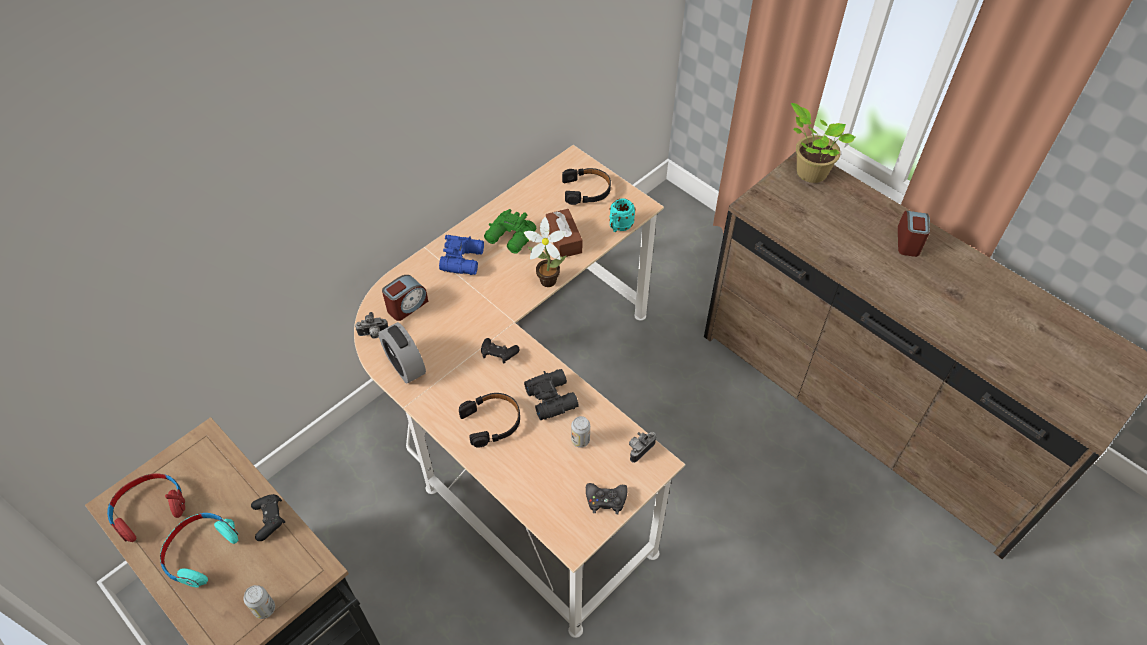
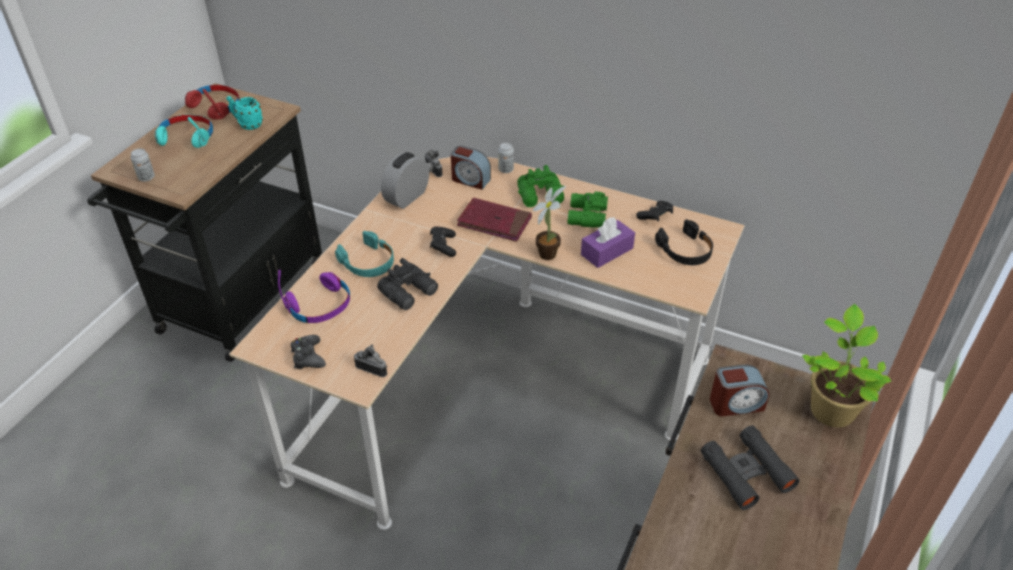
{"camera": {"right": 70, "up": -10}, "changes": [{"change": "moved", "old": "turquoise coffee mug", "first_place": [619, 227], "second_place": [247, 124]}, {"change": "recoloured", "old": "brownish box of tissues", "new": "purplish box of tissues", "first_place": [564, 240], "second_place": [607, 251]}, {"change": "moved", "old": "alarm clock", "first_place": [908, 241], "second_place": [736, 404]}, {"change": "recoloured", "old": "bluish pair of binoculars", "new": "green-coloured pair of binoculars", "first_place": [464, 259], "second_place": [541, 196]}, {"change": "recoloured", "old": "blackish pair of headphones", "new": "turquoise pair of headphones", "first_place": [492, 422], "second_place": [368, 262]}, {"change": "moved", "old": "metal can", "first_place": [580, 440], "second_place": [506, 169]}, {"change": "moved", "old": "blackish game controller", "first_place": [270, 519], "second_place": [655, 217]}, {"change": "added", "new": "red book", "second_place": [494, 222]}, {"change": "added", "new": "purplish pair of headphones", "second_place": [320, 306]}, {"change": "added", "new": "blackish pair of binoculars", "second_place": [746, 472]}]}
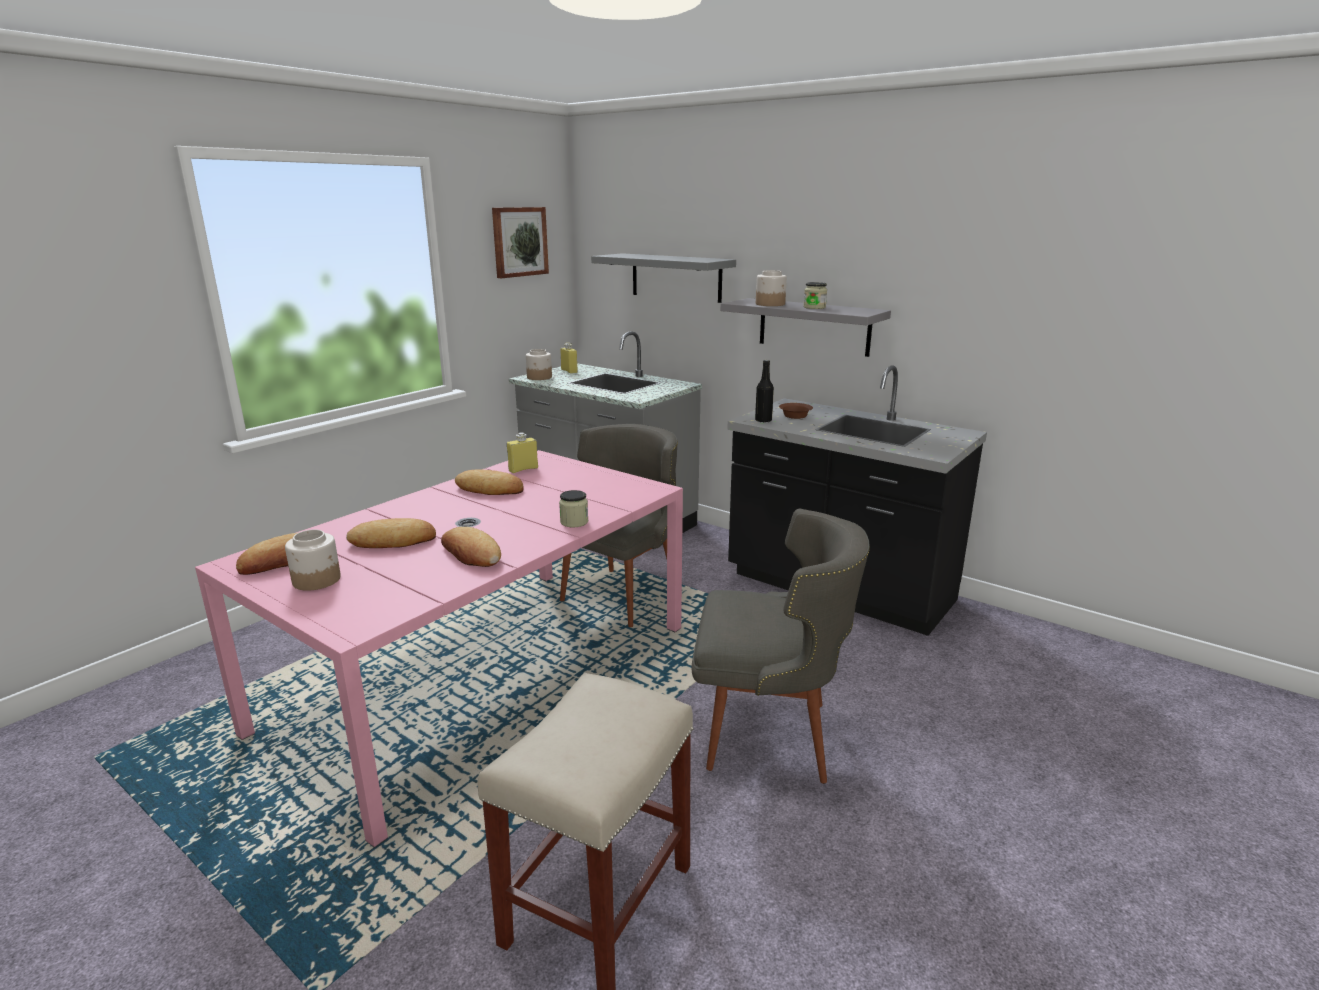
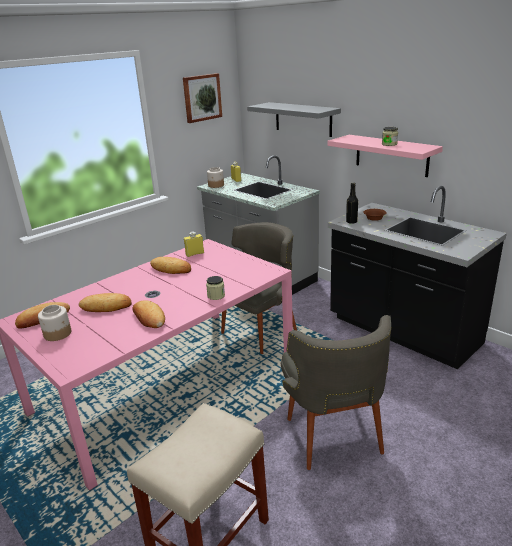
{"camera": {"right": 10, "up": 5}, "changes": [{"change": "removed", "old": "storage jar", "first_place": [770, 304]}, {"change": "recoloured", "old": "grey shelf", "new": "pink-coloured shelf", "first_place": [814, 326], "second_place": [391, 155]}, {"change": "turned", "old": "grey plain chair", "first_place": [766, 736], "second_place": [333, 435], "degrees": 60}]}
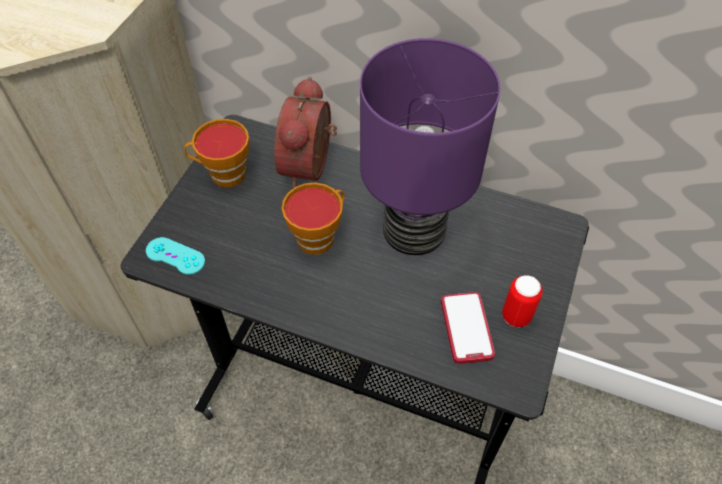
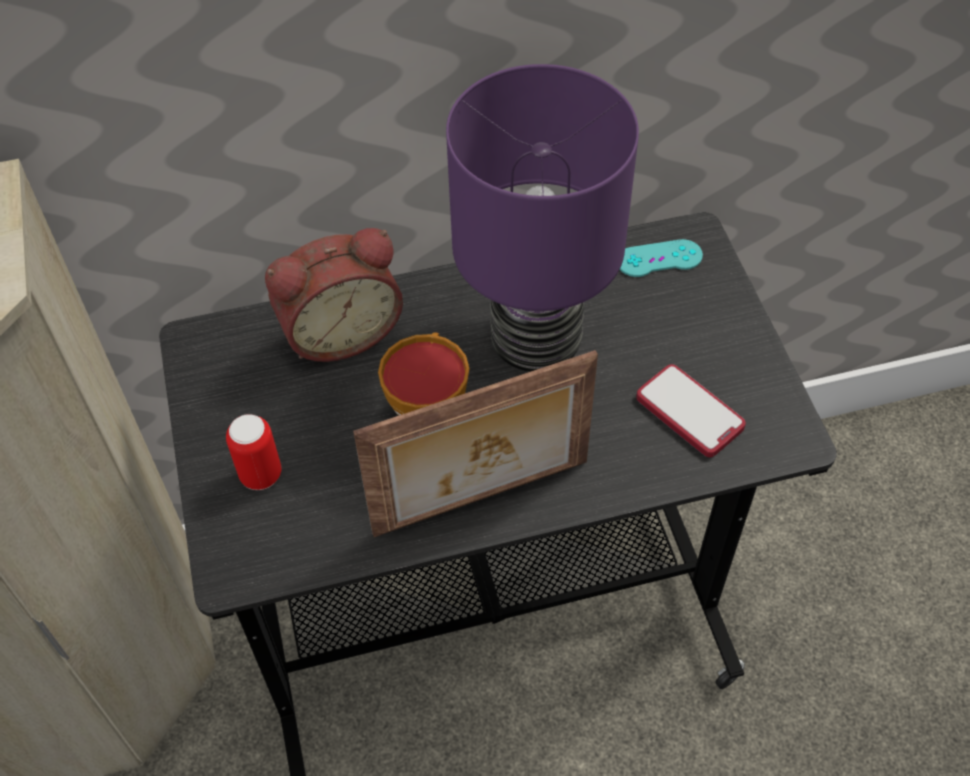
{"camera": {"right": -35, "up": 0}, "changes": [{"change": "turned", "old": "alarm clock", "first_place": [311, 166], "second_place": [339, 331], "degrees": -90}, {"change": "removed", "old": "drinking cup", "first_place": [223, 174]}, {"change": "moved", "old": "turquoise game controller", "first_place": [175, 256], "second_place": [659, 259]}, {"change": "moved", "old": "metal can", "first_place": [516, 316], "second_place": [261, 474]}, {"change": "added", "new": "photo frame", "second_place": [483, 500]}]}
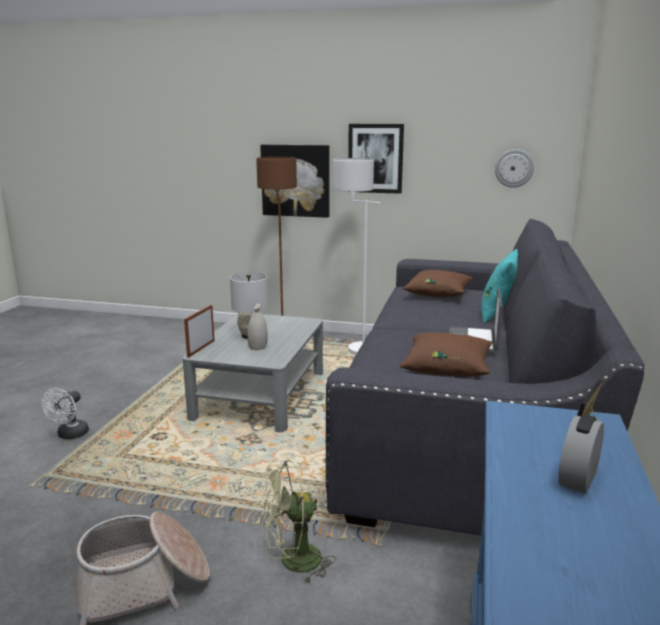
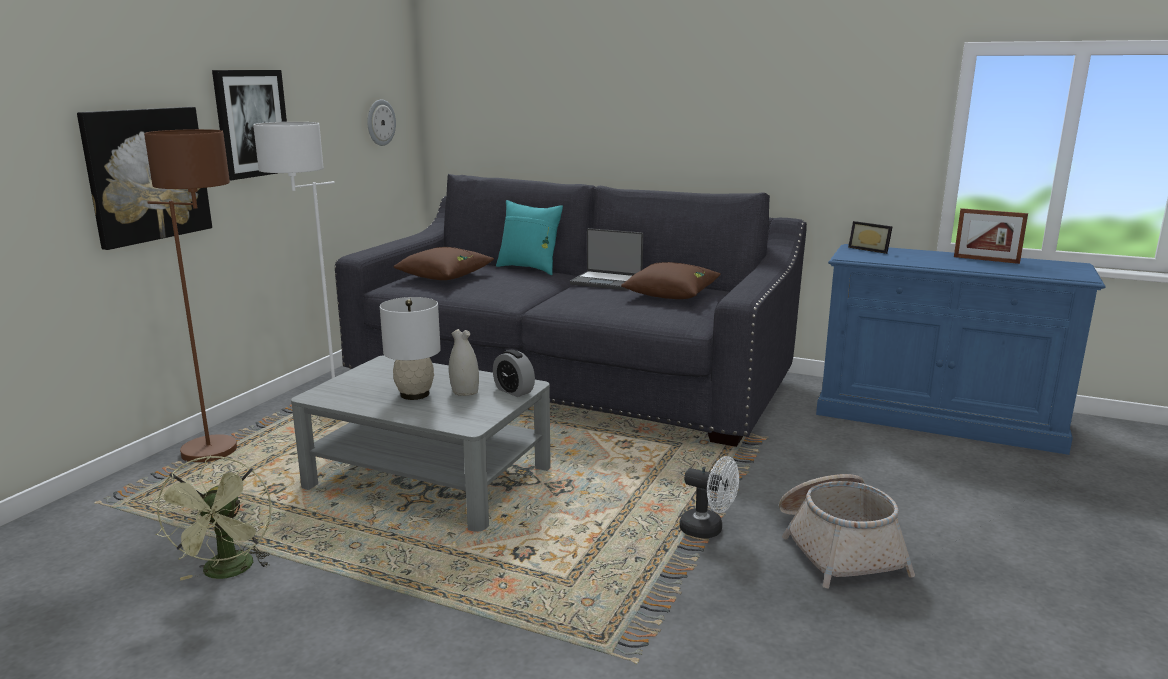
{"camera": {"right": -80, "up": 0}, "changes": [{"change": "moved", "old": "photo frame", "first_place": [201, 348], "second_place": [986, 260]}, {"change": "moved", "old": "white-coloured cooling fan", "first_place": [70, 435], "second_place": [708, 530]}, {"change": "moved", "old": "alarm clock", "first_place": [578, 478], "second_place": [514, 391]}, {"change": "moved", "old": "green-coloured cooling fan", "first_place": [292, 562], "second_place": [228, 573]}]}
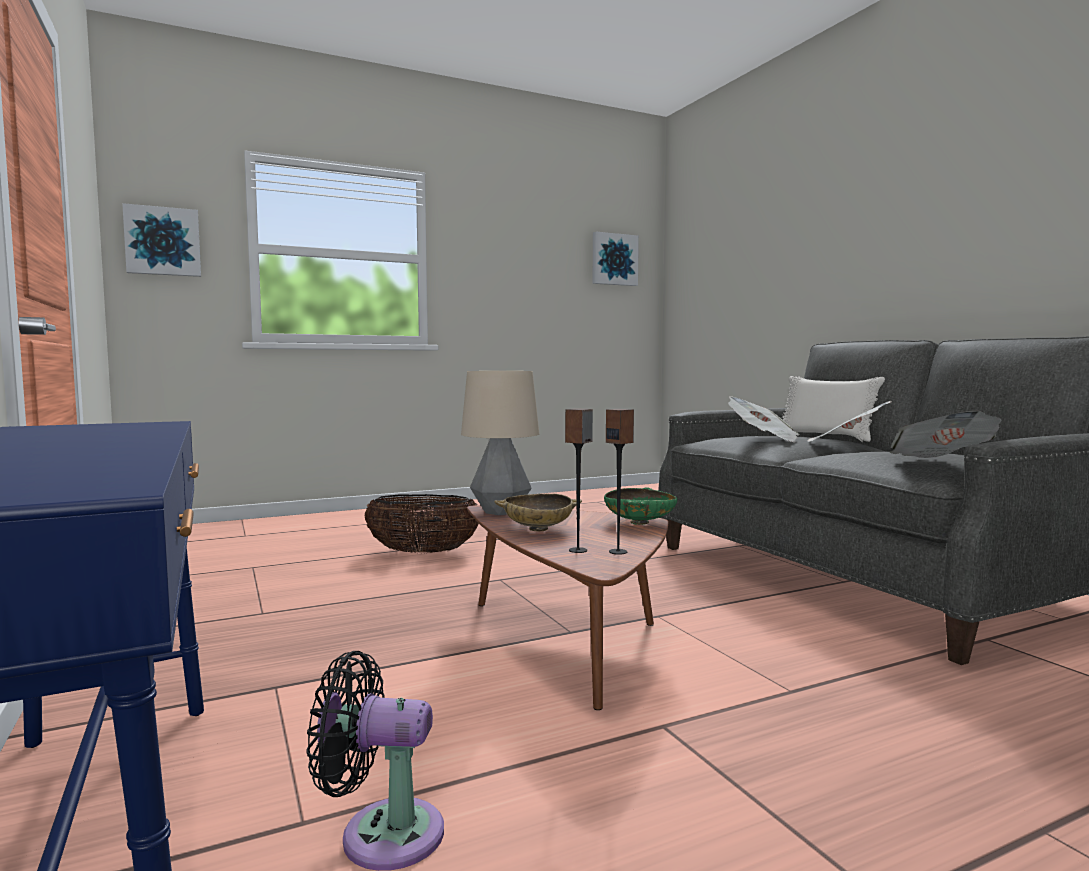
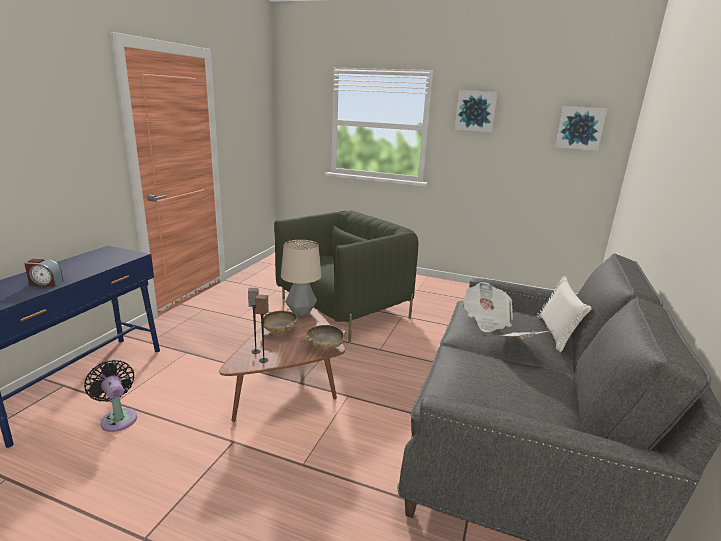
{"camera": {"right": 45, "up": 15}, "changes": [{"change": "moved", "old": "picture", "first_place": [163, 241], "second_place": [476, 111]}, {"change": "removed", "old": "printed paper", "first_place": [941, 464]}, {"change": "recoloured", "old": "green-coloured bowl", "new": "beige-coloured bowl", "first_place": [640, 523], "second_place": [325, 347]}, {"change": "replaced", "old": "basket", "new": "green-coloured armchair", "first_place": [423, 552], "second_place": [343, 308]}, {"change": "added", "new": "alarm clock", "second_place": [45, 283]}]}
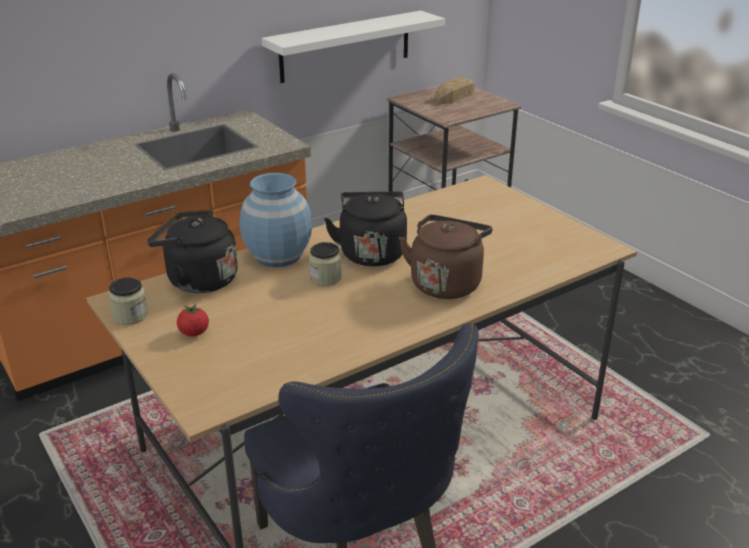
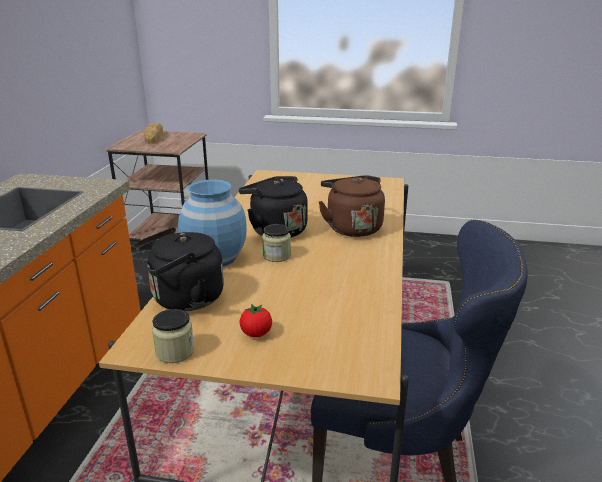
{"camera": {"right": -45, "up": -5}, "changes": [{"change": "removed", "old": "white-coloured shelf", "first_place": [345, 46]}]}
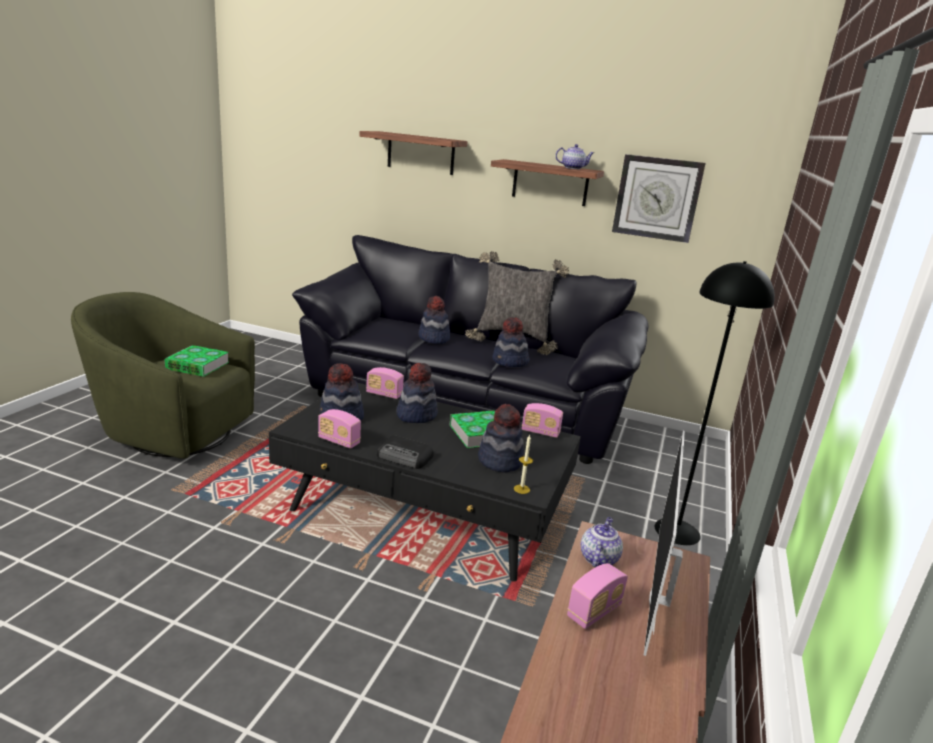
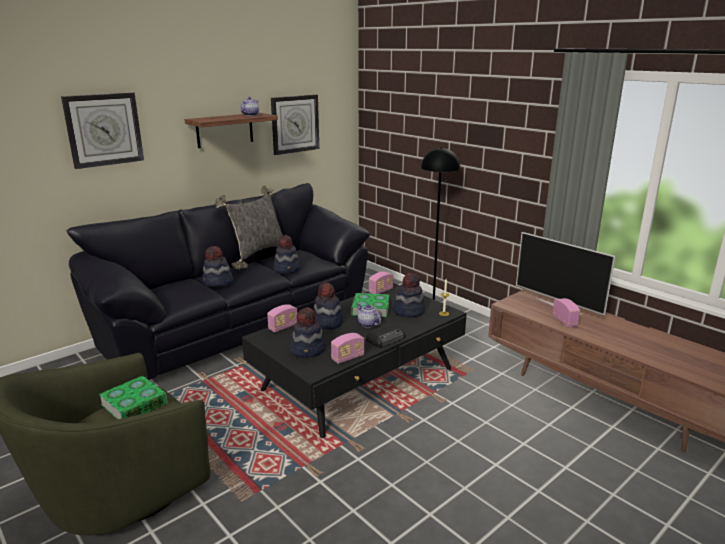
{"camera": {"right": -60, "up": 0}, "changes": [{"change": "replaced", "old": "shelf", "new": "wall clock", "first_place": [421, 153], "second_place": [104, 130]}, {"change": "moved", "old": "pot for tea", "first_place": [598, 558], "second_place": [368, 324]}]}
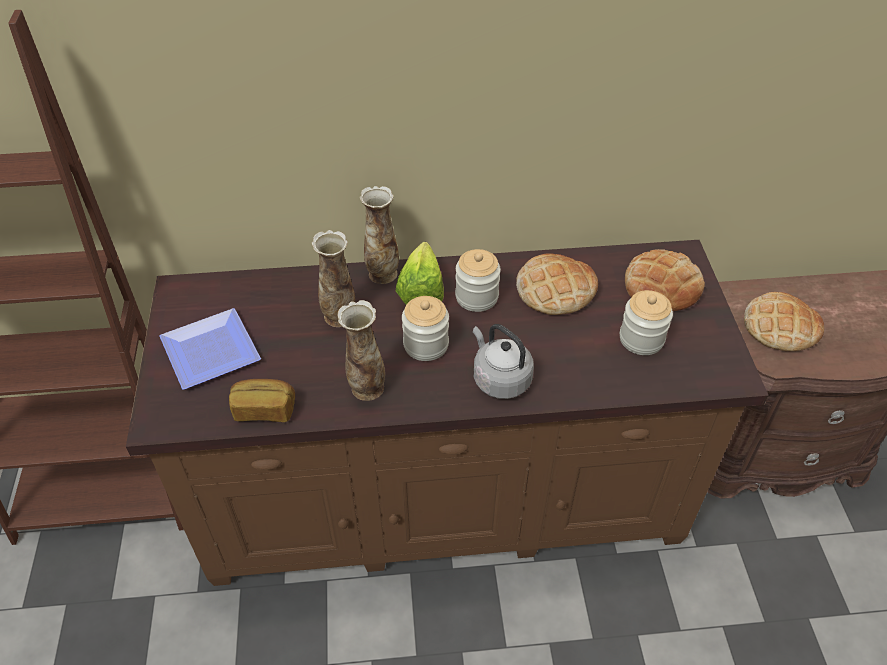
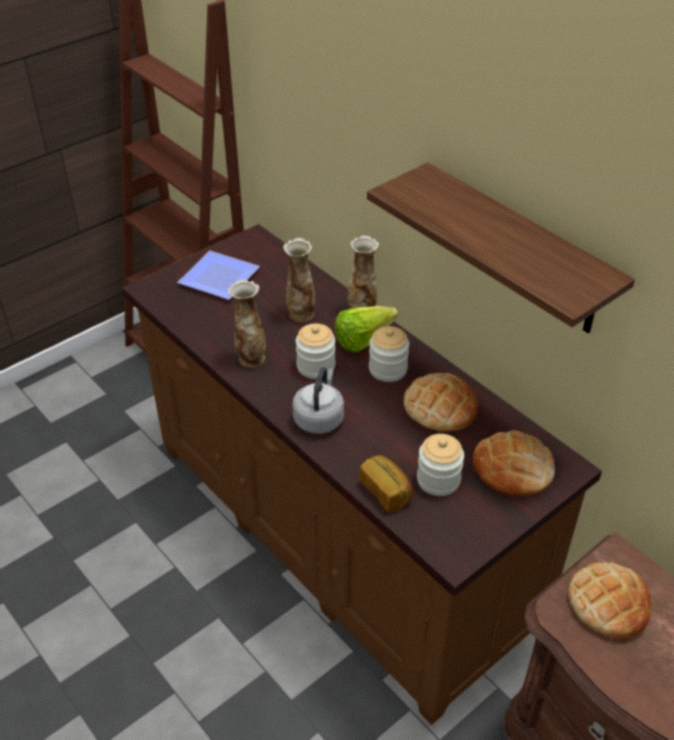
{"camera": {"right": 55, "up": -5}, "changes": [{"change": "moved", "old": "bakery bread", "first_place": [264, 409], "second_place": [387, 491]}, {"change": "added", "new": "shelf", "second_place": [517, 250]}]}
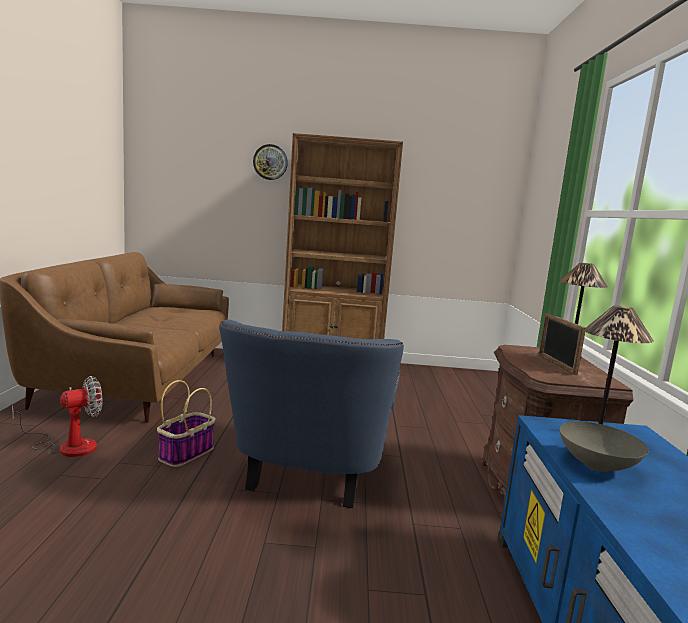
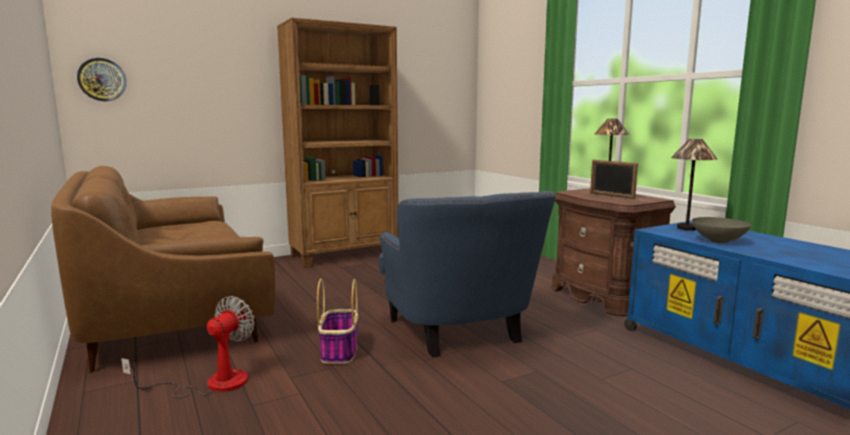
{"camera": {"right": -30, "up": 0}, "changes": [{"change": "moved", "old": "wall clock", "first_place": [270, 162], "second_place": [102, 79]}]}
